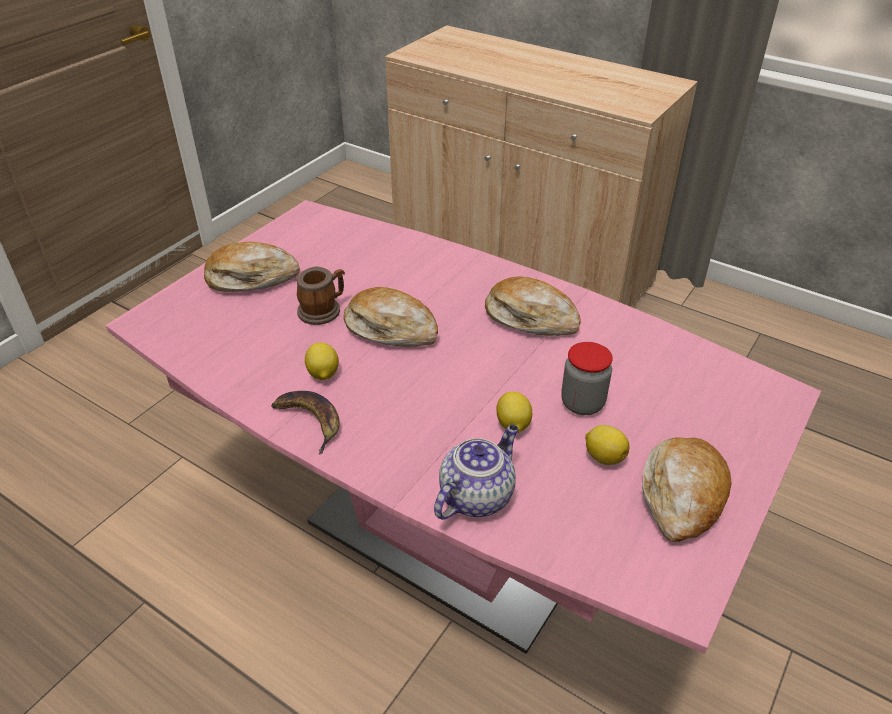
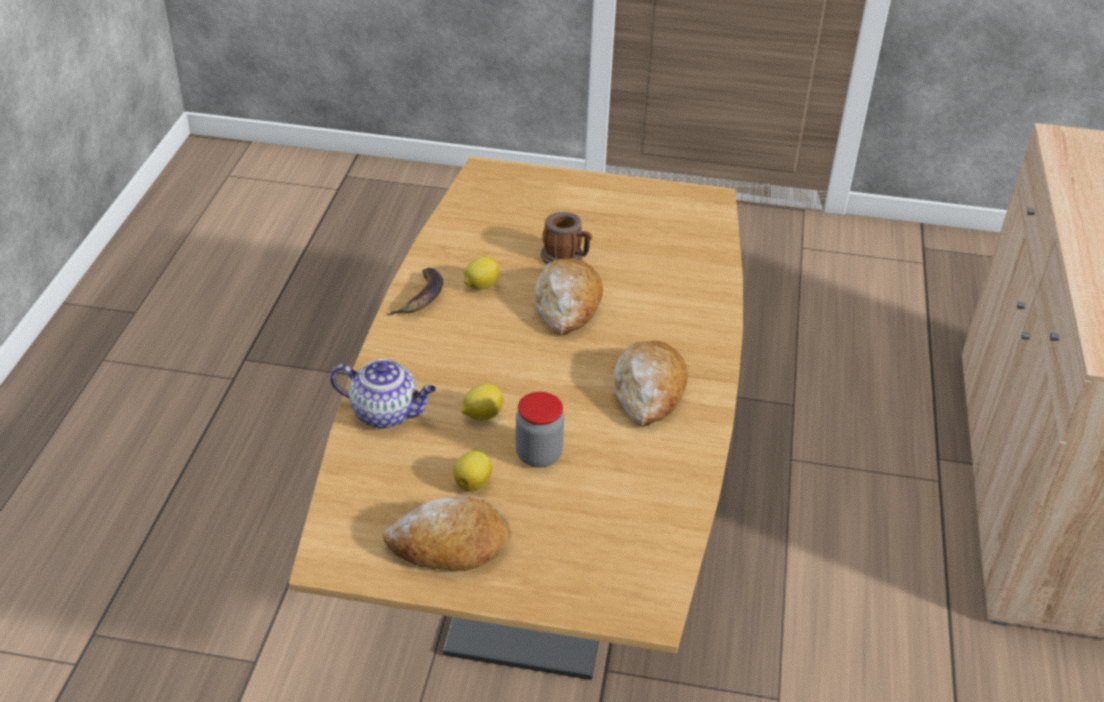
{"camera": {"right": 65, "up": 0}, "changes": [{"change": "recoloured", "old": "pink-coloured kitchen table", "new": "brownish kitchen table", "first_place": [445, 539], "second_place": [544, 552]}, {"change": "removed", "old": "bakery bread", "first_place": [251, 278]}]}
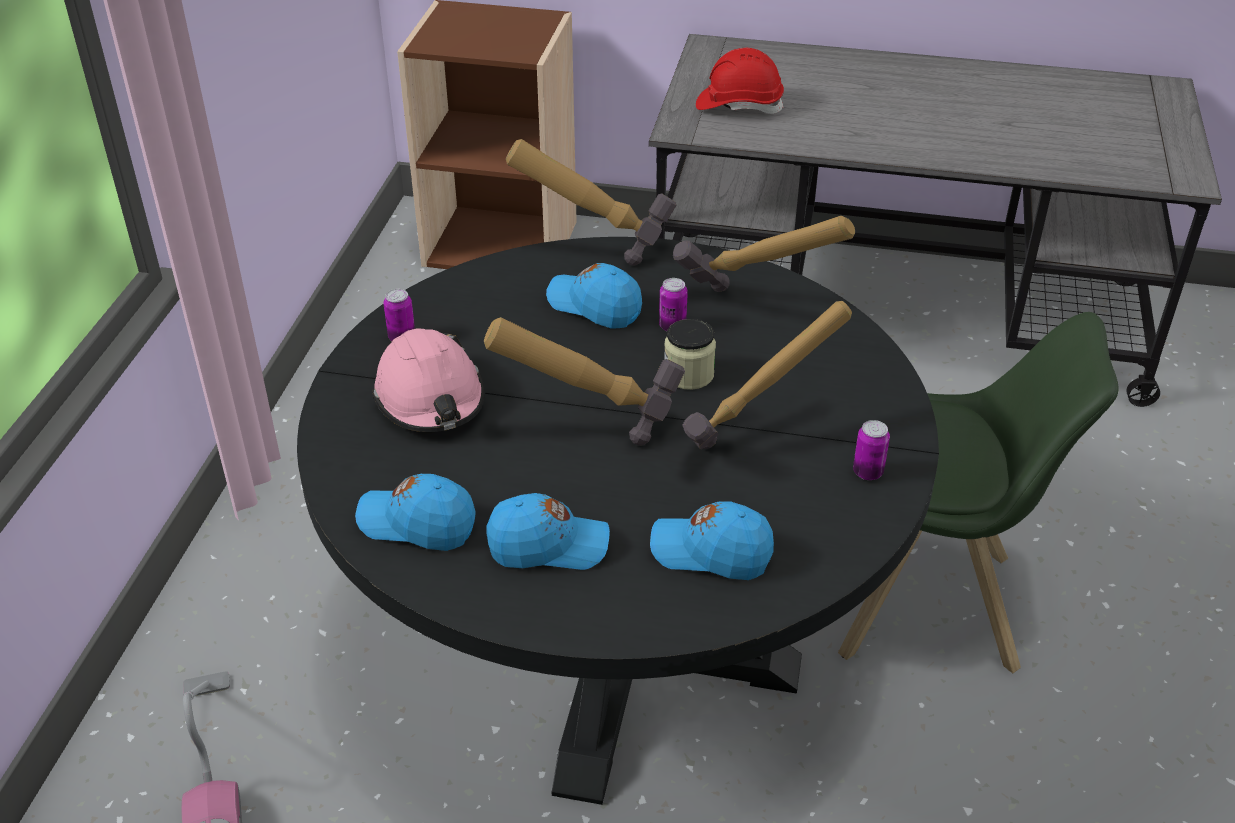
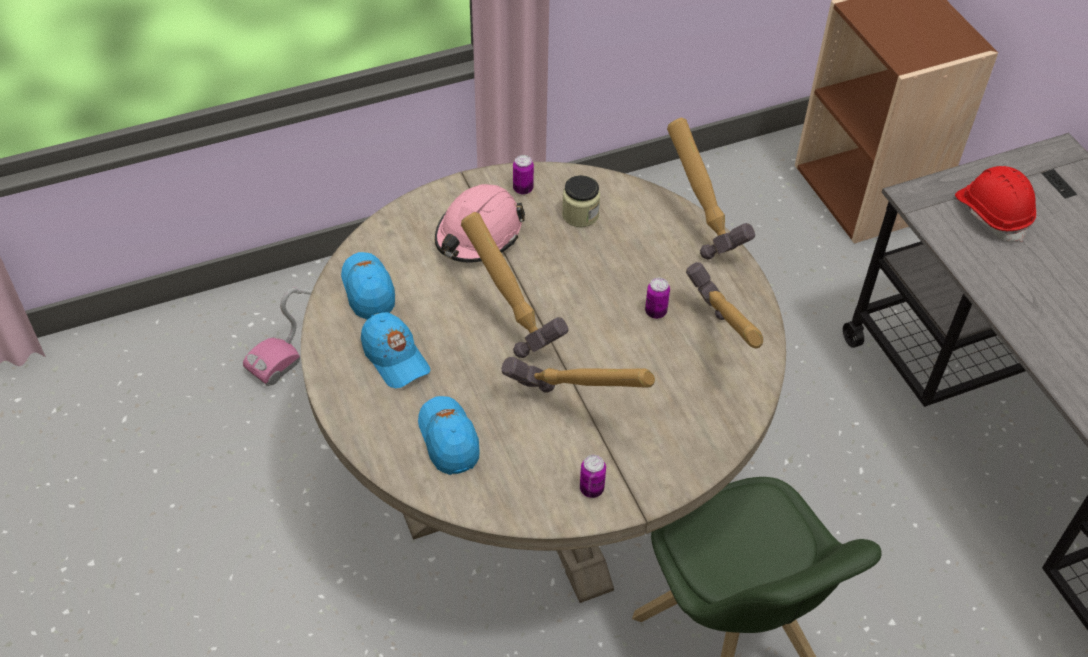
{"camera": {"right": 55, "up": 10}, "changes": [{"change": "recoloured", "old": "blackish kitchen table", "new": "beige-coloured kitchen table", "first_place": [617, 646], "second_place": [540, 479]}, {"change": "removed", "old": "bluish peaked cap", "first_place": [595, 306]}, {"change": "moved", "old": "storage jar", "first_place": [688, 374], "second_place": [580, 214]}]}
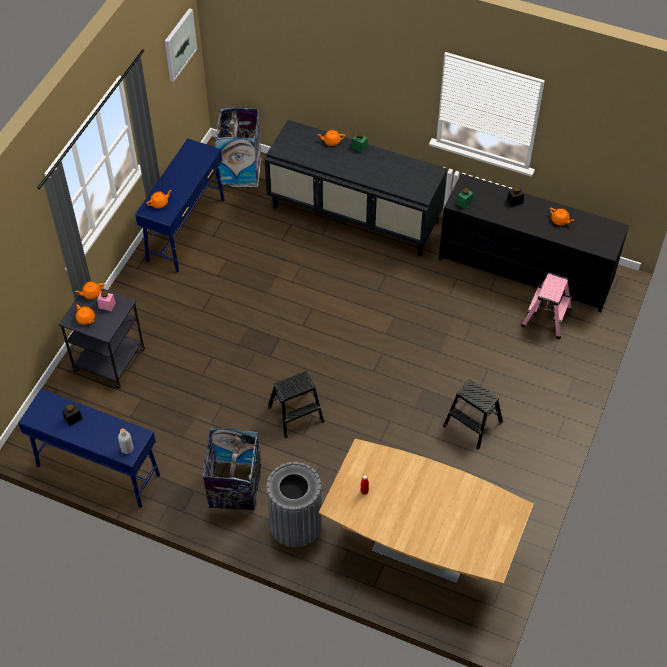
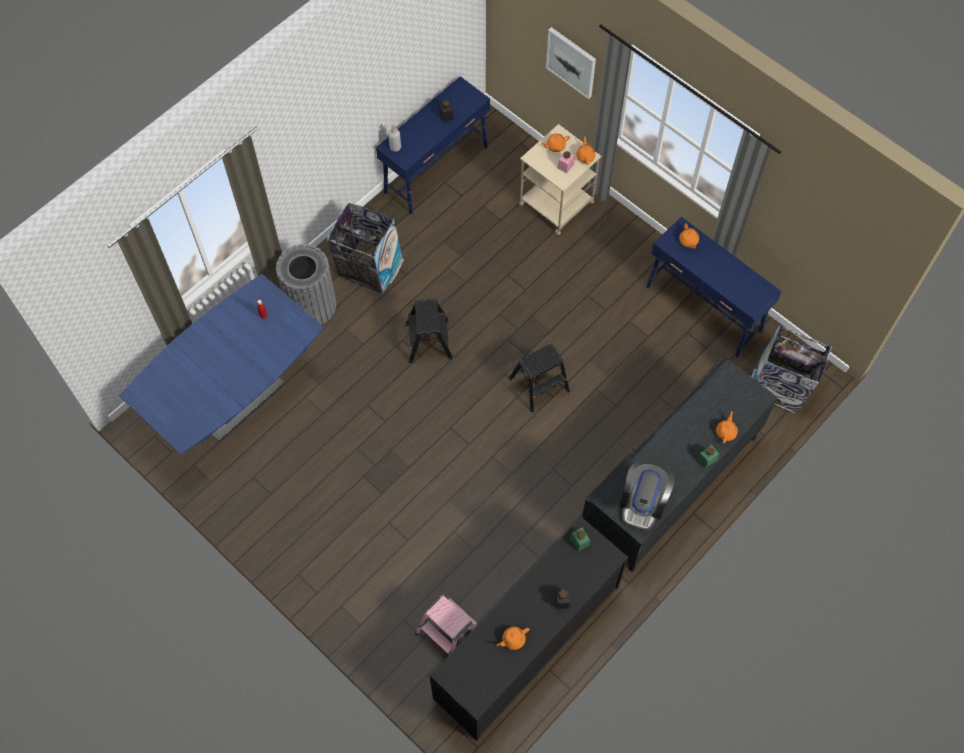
{"camera": {"right": 110, "up": 10}, "changes": [{"change": "moved", "old": "picture", "first_place": [179, 44], "second_place": [571, 62]}, {"change": "recoloured", "old": "blackish wheeled cart", "new": "beige-coloured wheeled cart", "first_place": [109, 359], "second_place": [557, 204]}, {"change": "moved", "old": "blackish stepladder", "first_place": [473, 423], "second_place": [538, 384]}, {"change": "recoloured", "old": "brownish kitchen table", "new": "bluish kitchen table", "first_place": [421, 549], "second_place": [237, 398]}, {"change": "added", "new": "coffee machine", "second_place": [643, 502]}]}
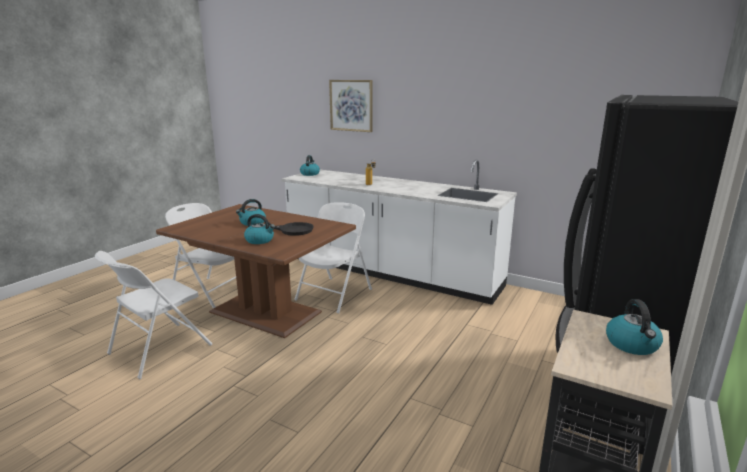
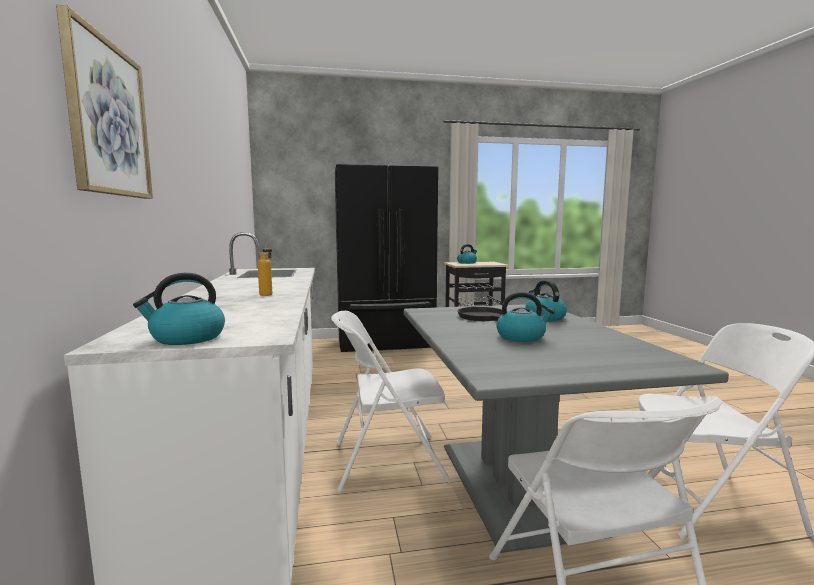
{"camera": {"right": -130, "up": -10}, "changes": [{"change": "recoloured", "old": "brownish kitchen table", "new": "grey kitchen table", "first_place": [264, 312], "second_place": [516, 484]}]}
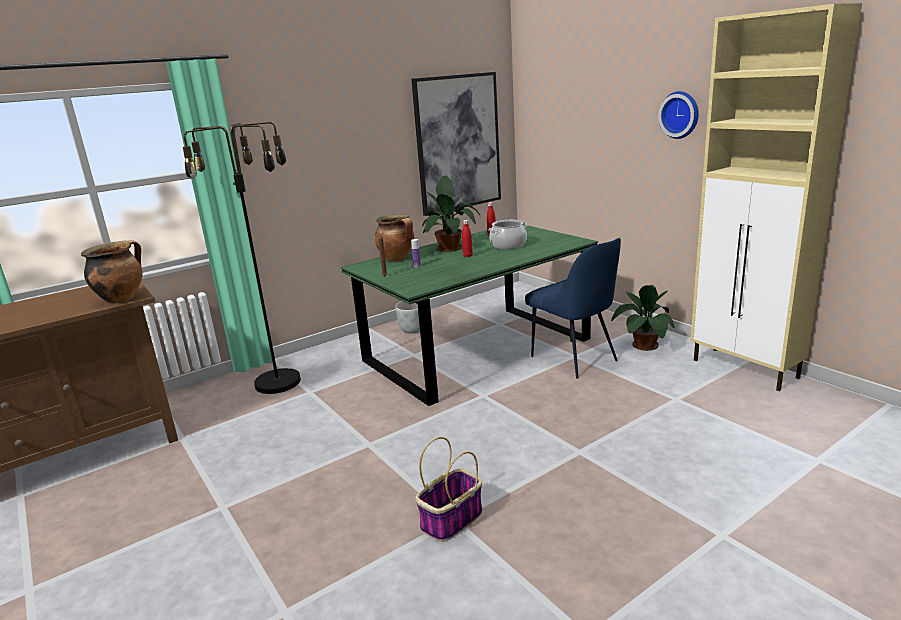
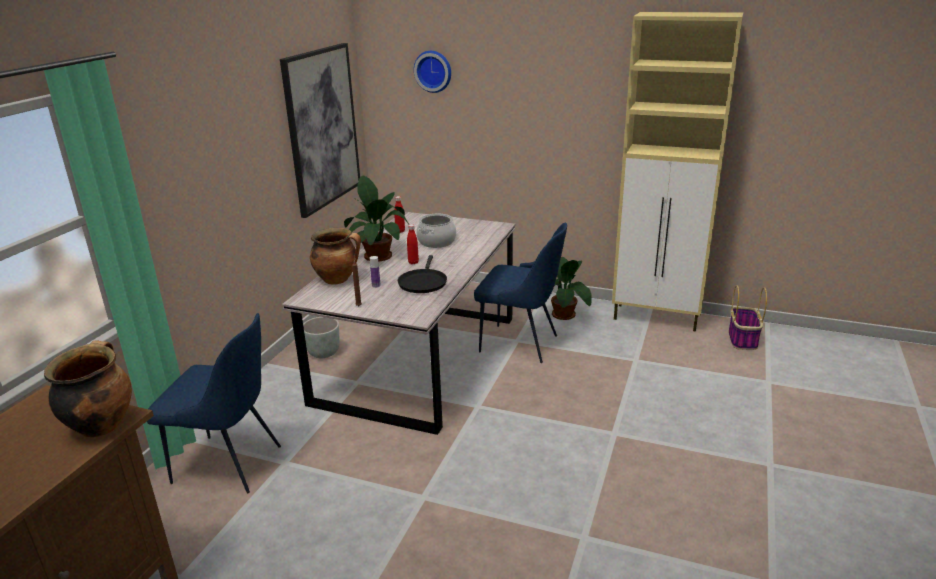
{"camera": {"right": -35, "up": 5}, "changes": [{"change": "moved", "old": "wall clock", "first_place": [680, 114], "second_place": [433, 71]}, {"change": "replaced", "old": "standard lamp", "new": "bluish plain chair", "first_place": [278, 382], "second_place": [229, 463]}, {"change": "recoloured", "old": "green-coloured kitchen table", "new": "grey kitchen table", "first_place": [476, 349], "second_place": [417, 358]}, {"change": "moved", "old": "basket", "first_place": [451, 521], "second_place": [743, 339]}, {"change": "added", "new": "blackish skillet", "second_place": [422, 282]}]}
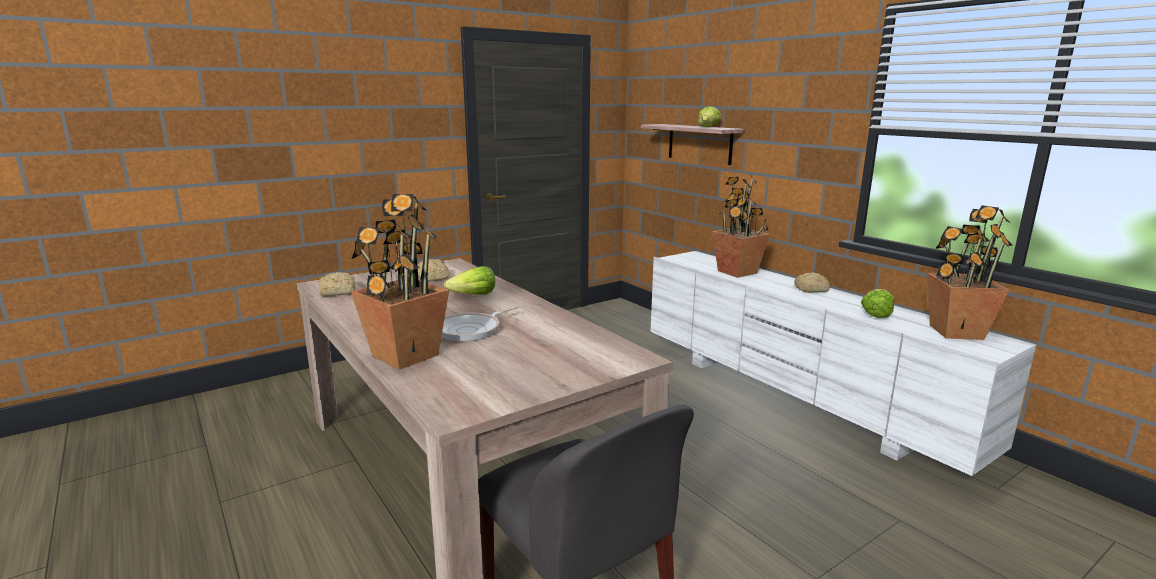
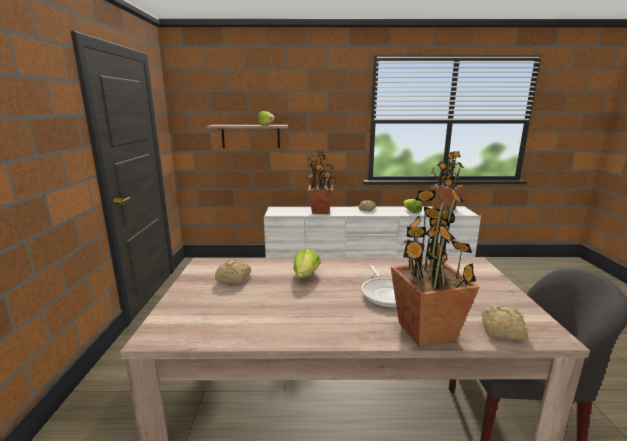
{"camera": {"right": -55, "up": 0}, "changes": [{"change": "moved", "old": "bakery bread", "first_place": [337, 292], "second_place": [501, 330]}]}
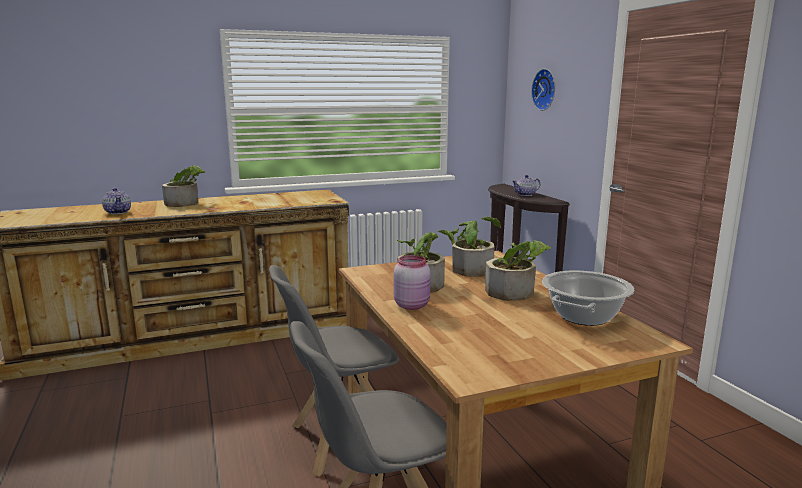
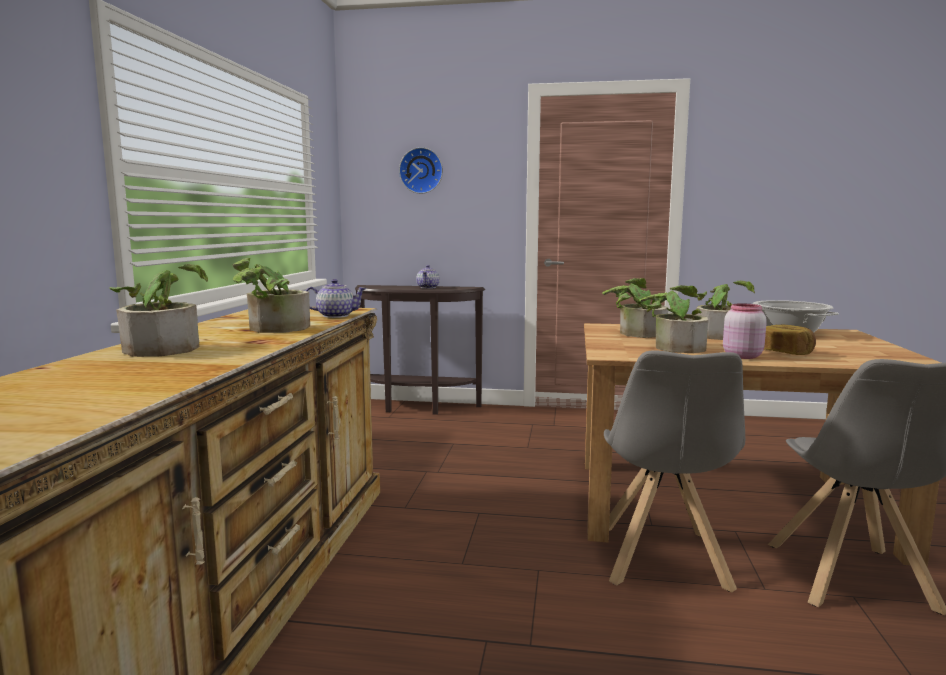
{"camera": {"right": -60, "up": -5}, "changes": [{"change": "moved", "old": "pot for tea", "first_place": [118, 212], "second_place": [335, 316]}, {"change": "added", "new": "plant in a pot", "second_place": [272, 329]}, {"change": "added", "new": "bakery bread", "second_place": [786, 353]}]}
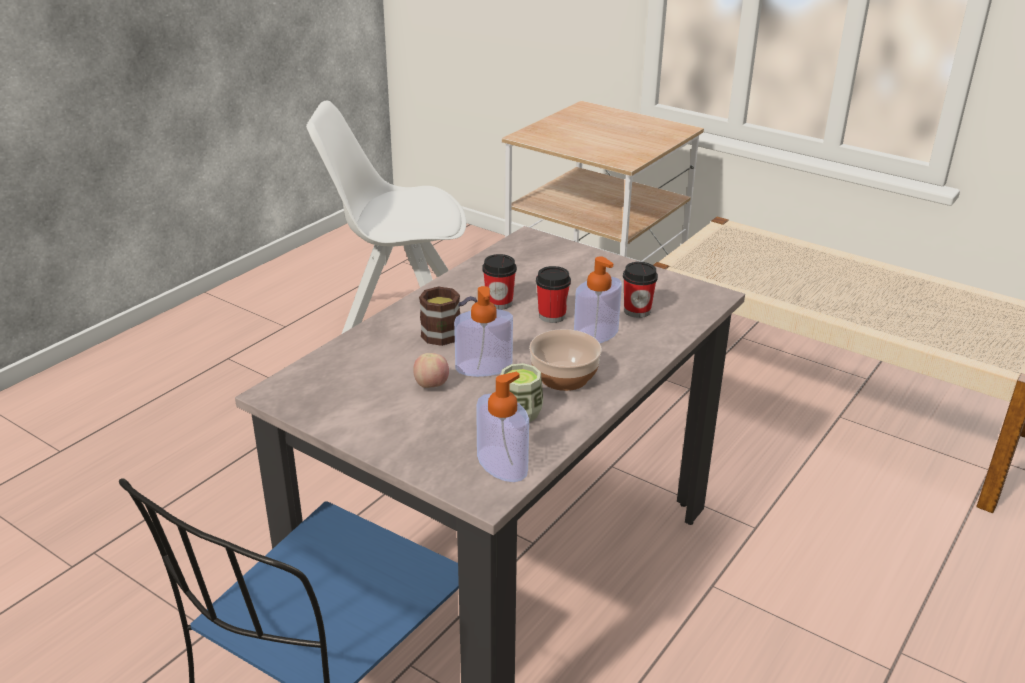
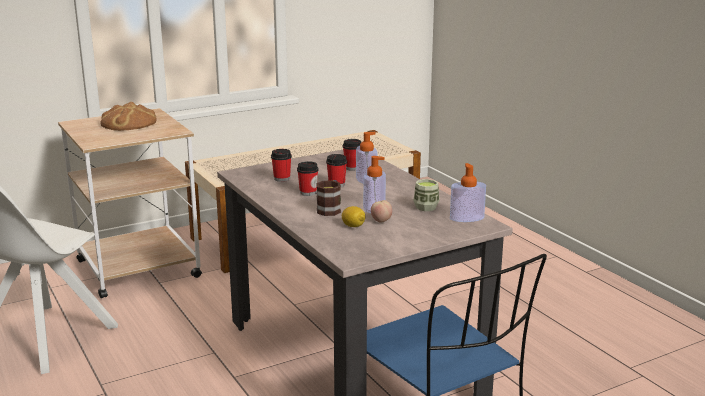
{"camera": {"right": -65, "up": -10}, "changes": [{"change": "removed", "old": "bowl", "first_place": [563, 376]}, {"change": "added", "new": "bakery bread", "second_place": [129, 123]}, {"change": "added", "new": "drinking cup", "second_place": [282, 179]}, {"change": "added", "new": "citrus fruit", "second_place": [353, 226]}]}
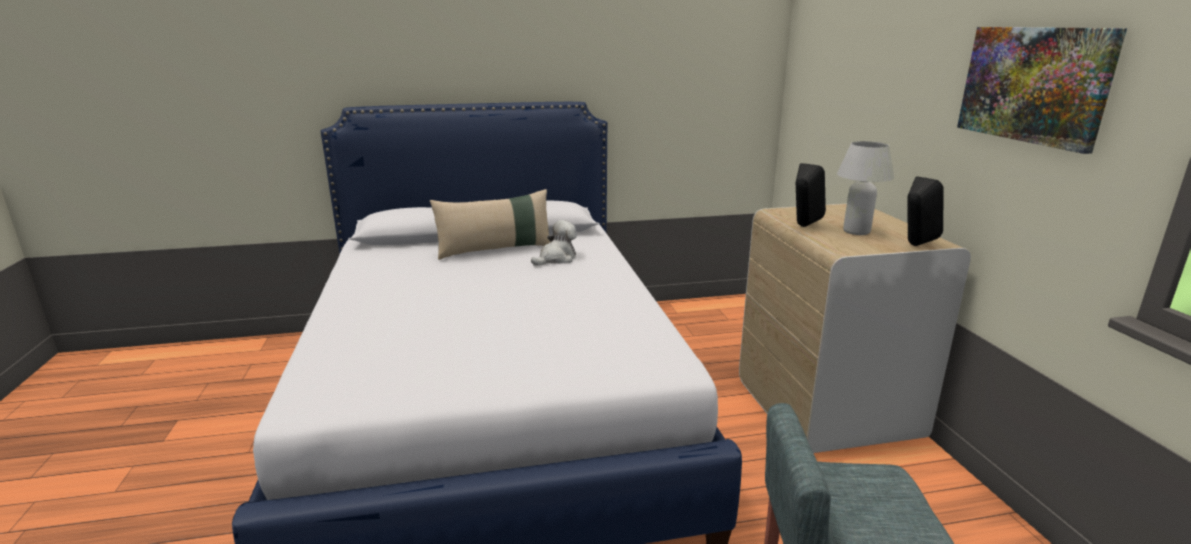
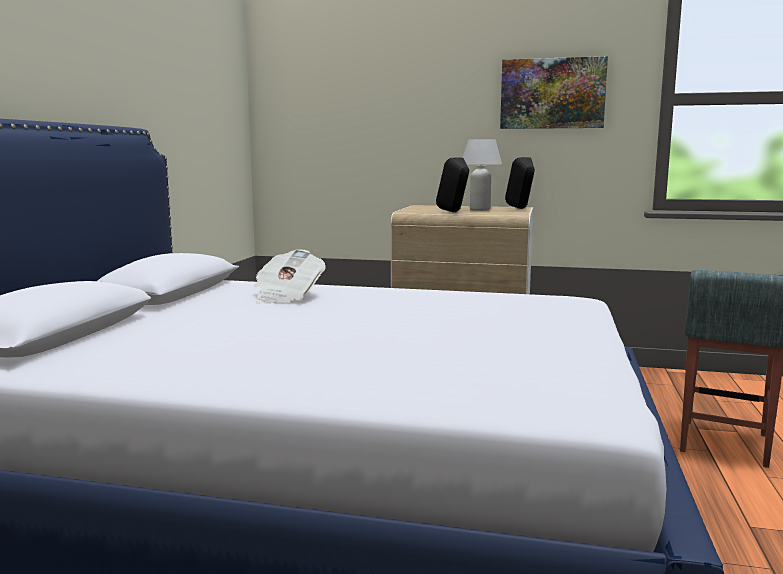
{"camera": {"right": -65, "up": -10}, "changes": [{"change": "removed", "old": "beige-coloured throw pillow", "first_place": [495, 250]}, {"change": "replaced", "old": "cuddly toy", "new": "printed paper", "first_place": [556, 259], "second_place": [287, 296]}]}
